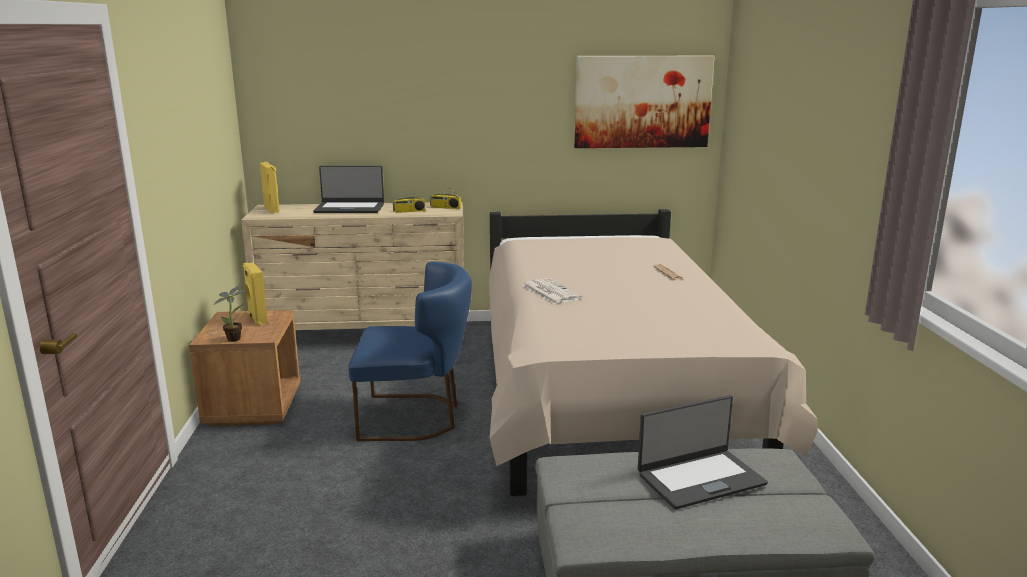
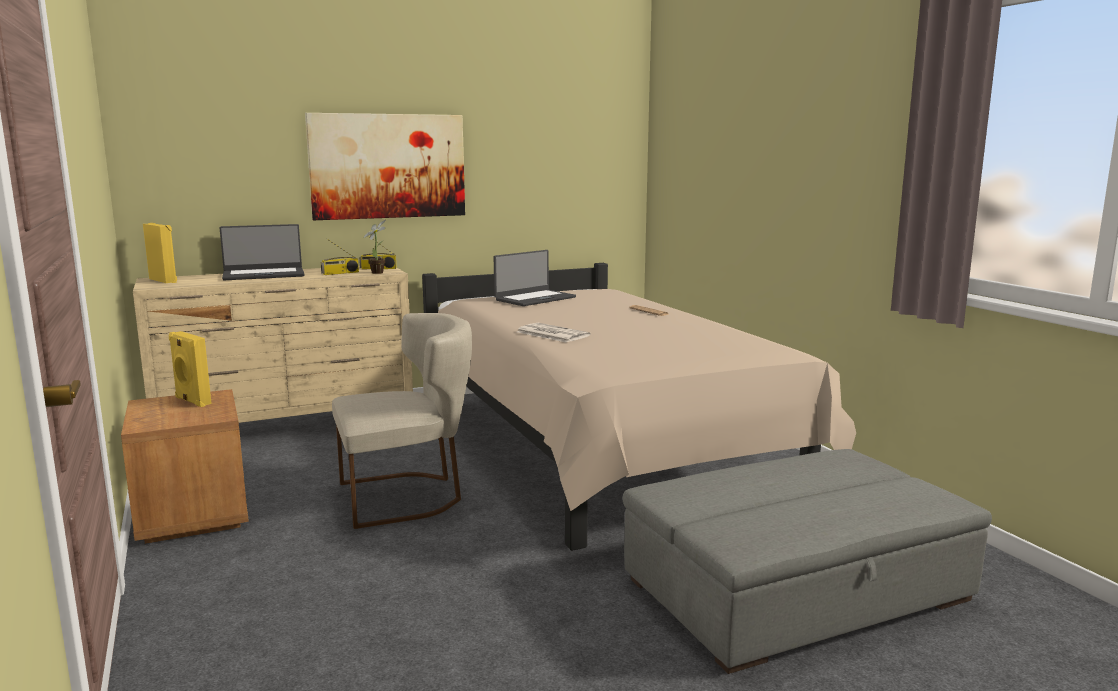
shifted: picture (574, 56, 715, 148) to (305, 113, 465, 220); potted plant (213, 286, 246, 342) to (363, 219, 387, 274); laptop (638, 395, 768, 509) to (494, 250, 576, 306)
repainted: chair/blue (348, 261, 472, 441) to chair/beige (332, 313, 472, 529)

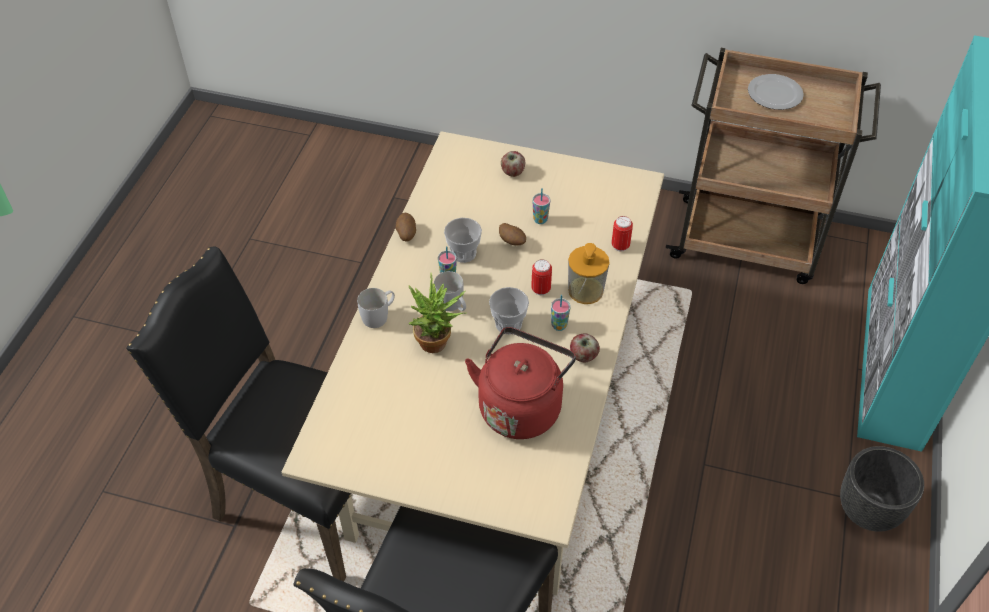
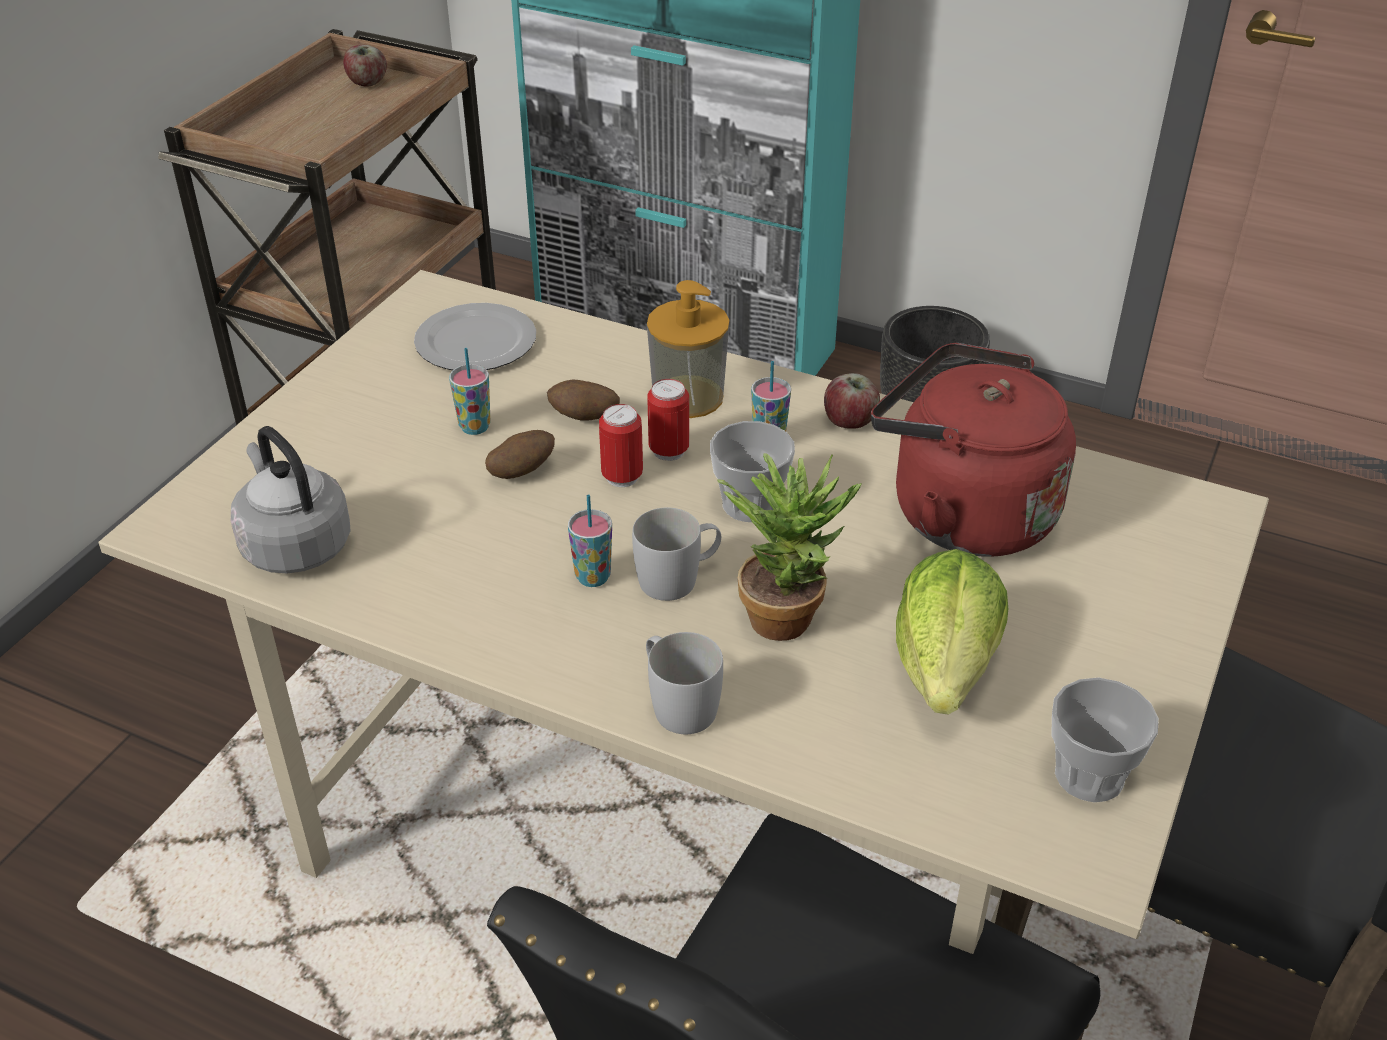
new: kettle/grey (231, 426, 350, 573); lettuce (896, 549, 1008, 715)
shifted: plate (748, 74, 804, 110) to (414, 303, 536, 370); apple (501, 151, 525, 177) to (343, 45, 387, 87); potato (396, 213, 416, 242) to (547, 380, 620, 421); can (611, 216, 633, 252) to (599, 404, 643, 487); cup (444, 218, 482, 263) to (1051, 677, 1159, 803)

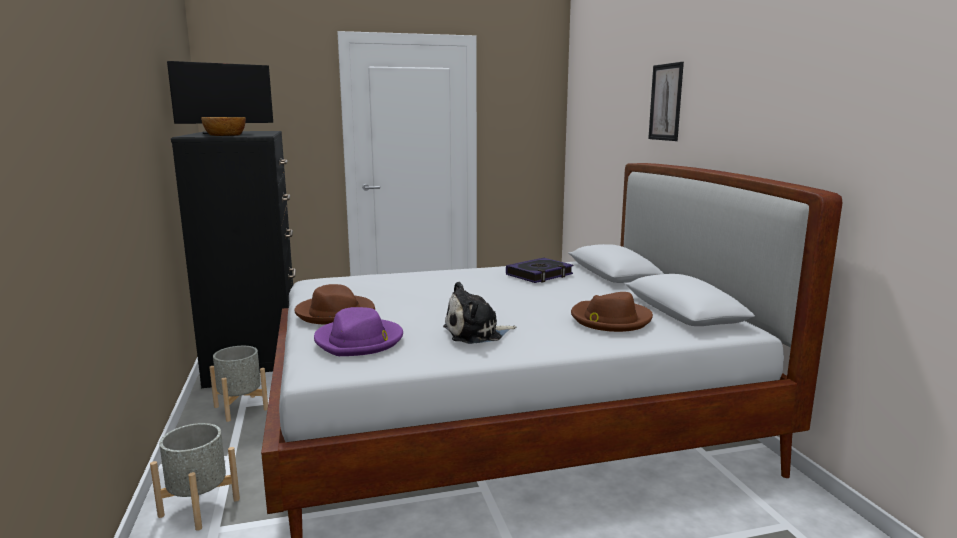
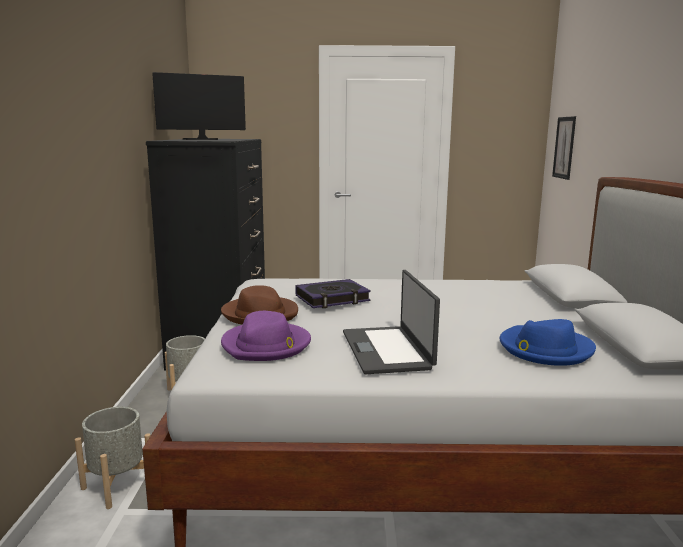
gone: bowl (201, 117, 246, 136)
shifted: picture (648, 62, 684, 141) to (552, 116, 576, 180); book (506, 257, 573, 283) to (295, 279, 371, 308)
swapped: plush toy (443, 281, 516, 344) to laptop (343, 270, 440, 374)
repainted: hat/brown (571, 292, 653, 332) to hat/blue (500, 319, 596, 366)

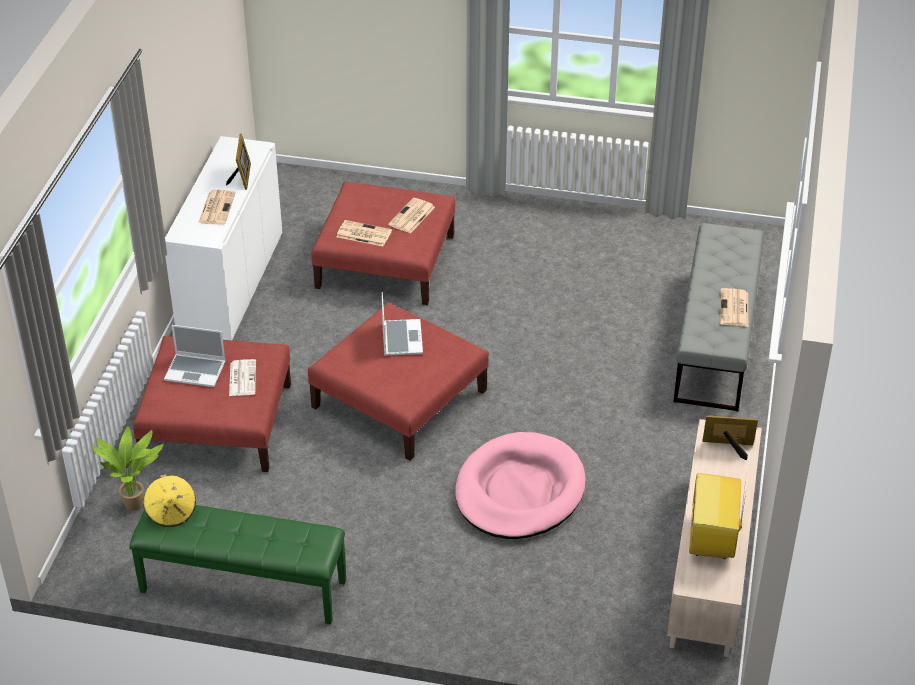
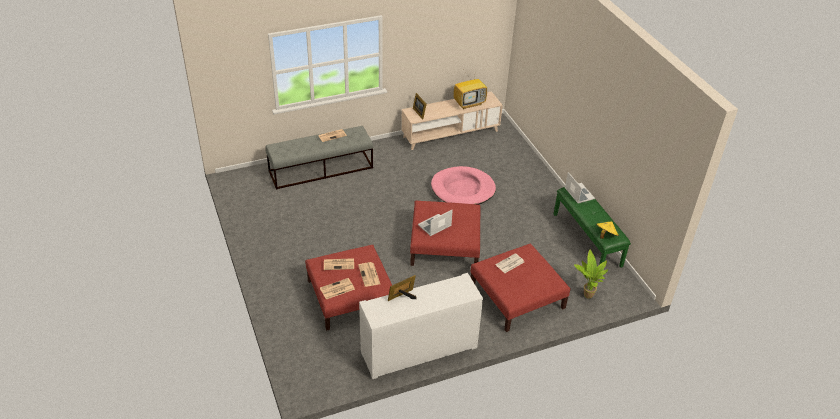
shifted: newspaper (198, 190, 236, 225) to (320, 278, 355, 300); laptop (164, 325, 226, 387) to (565, 172, 595, 203)

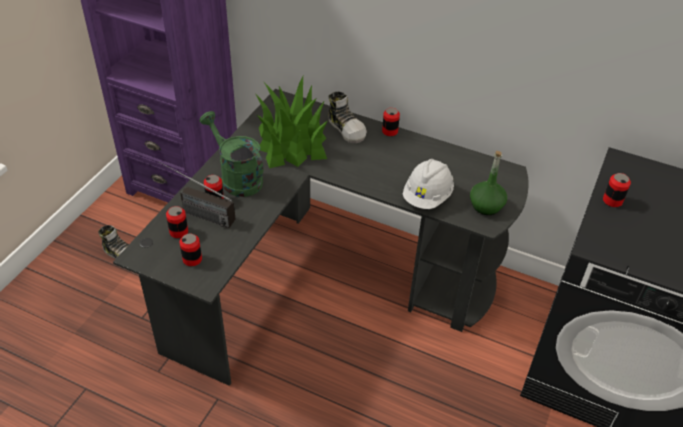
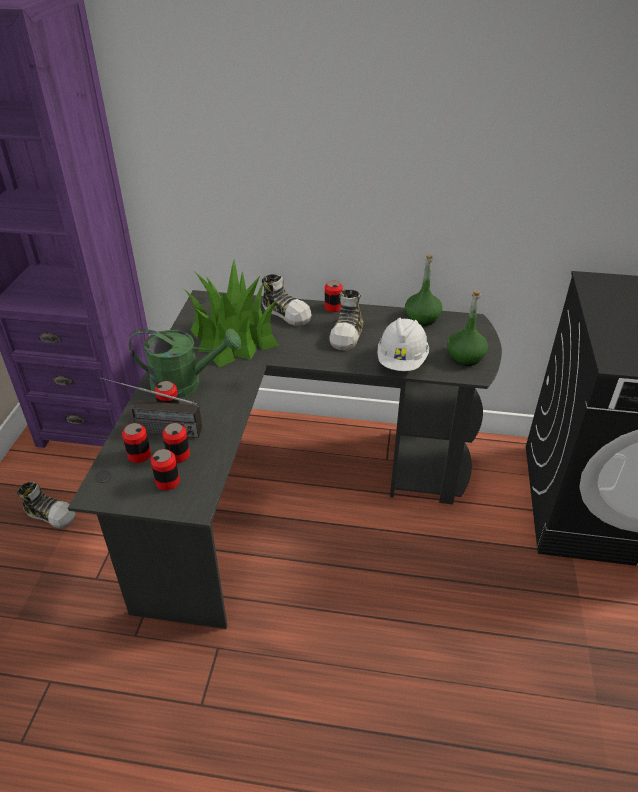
new: bottle/green (405, 255, 442, 326); shoe (329, 290, 363, 350)
shifted: can (603, 173, 631, 207) to (162, 423, 190, 463)
rotated: watering can/green (199, 111, 263, 197) = (129, 328, 241, 398) 150 degrees clockwise

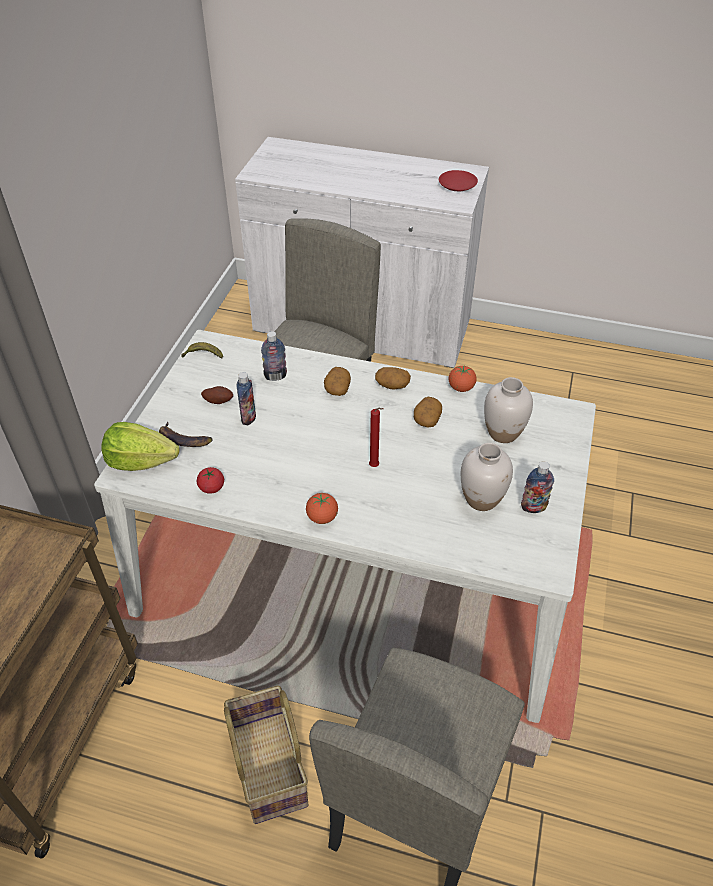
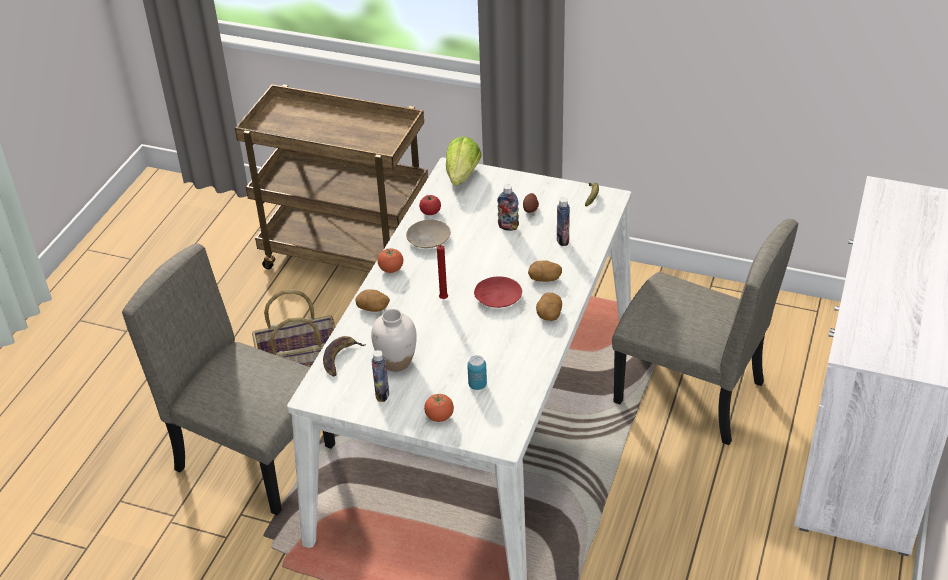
new: plate/beige (406, 220, 451, 248)
shifted: plate/red (439, 170, 478, 191) to (474, 276, 522, 308); tomato (449, 365, 476, 392) to (424, 394, 454, 422); potato (414, 397, 442, 427) to (355, 289, 390, 312); banana (159, 421, 213, 447) to (323, 336, 366, 377)
swapped: vase/white (484, 377, 533, 443) to can (467, 355, 487, 390)

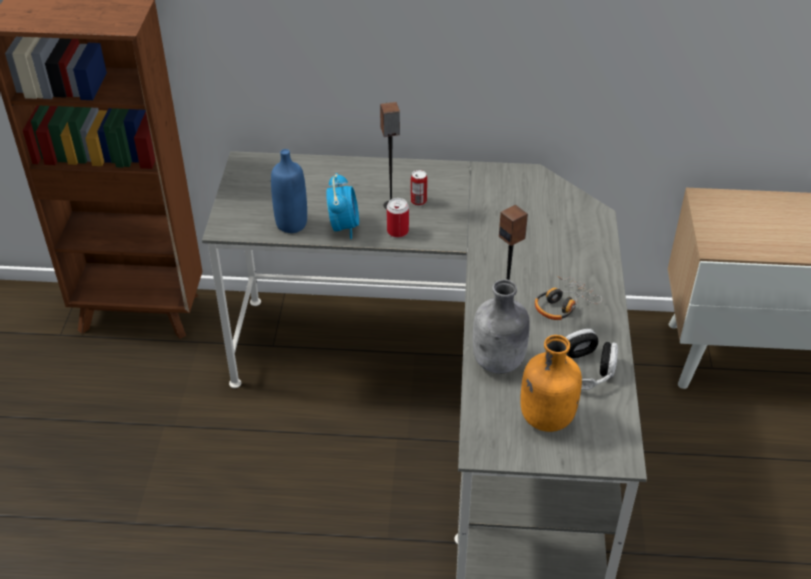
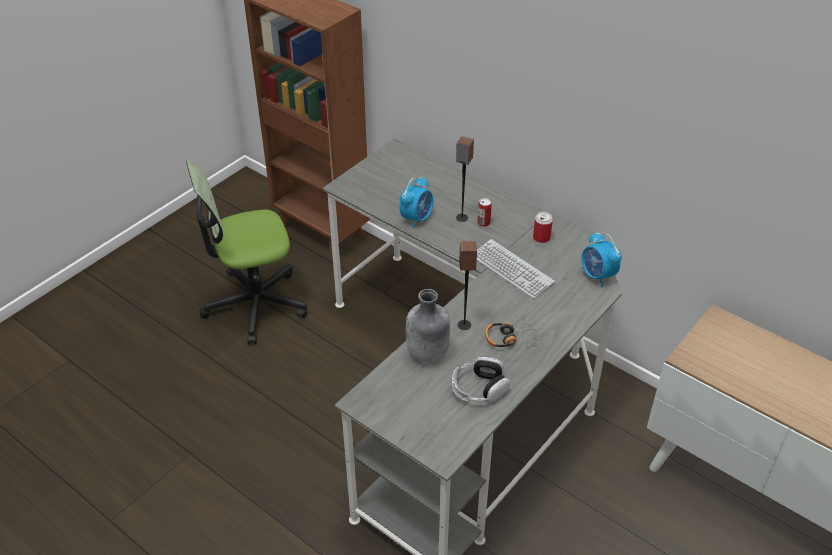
gone: bottle/blue (271, 149, 307, 233); bottle/orange (520, 335, 582, 432)
new: office chair (186, 160, 307, 344); alarm clock (582, 232, 622, 287); keyboard (477, 239, 555, 299)
shifted: can (387, 198, 409, 238) to (533, 212, 553, 243)

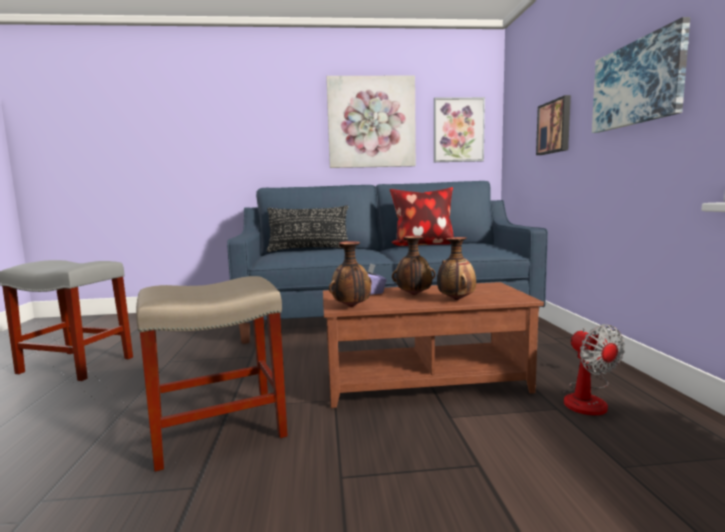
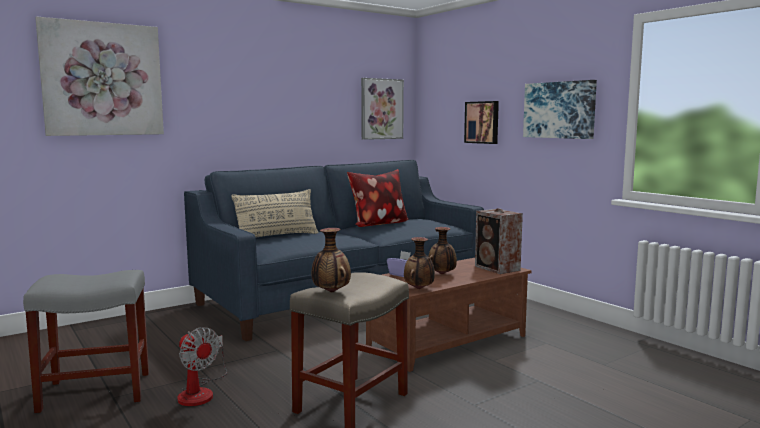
new: speaker (475, 208, 523, 274)
shifted: picture (326, 76, 416, 168) to (35, 16, 164, 136); vase (437, 237, 476, 300) to (311, 228, 351, 292); fan (563, 324, 625, 416) to (177, 327, 227, 406)
repainted: pillow/black (267, 205, 348, 252) to pillow/beige (232, 189, 318, 238)

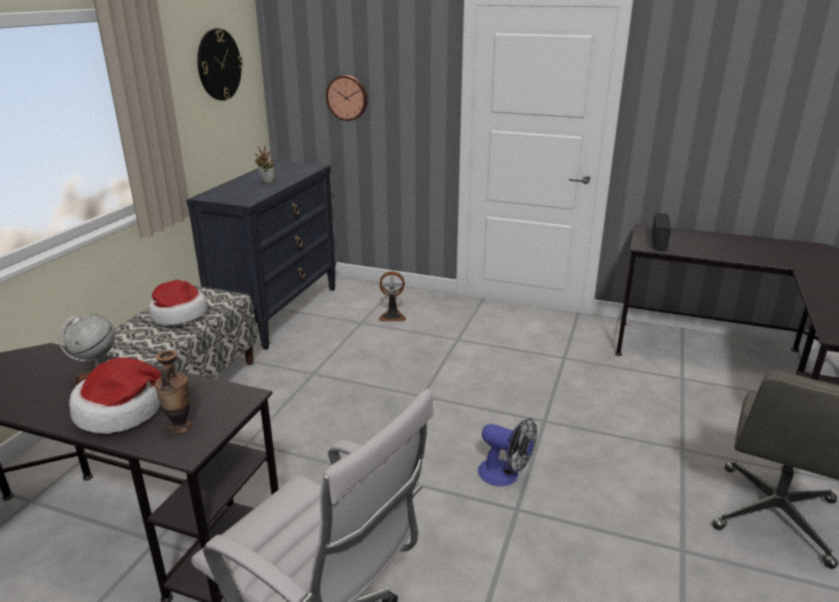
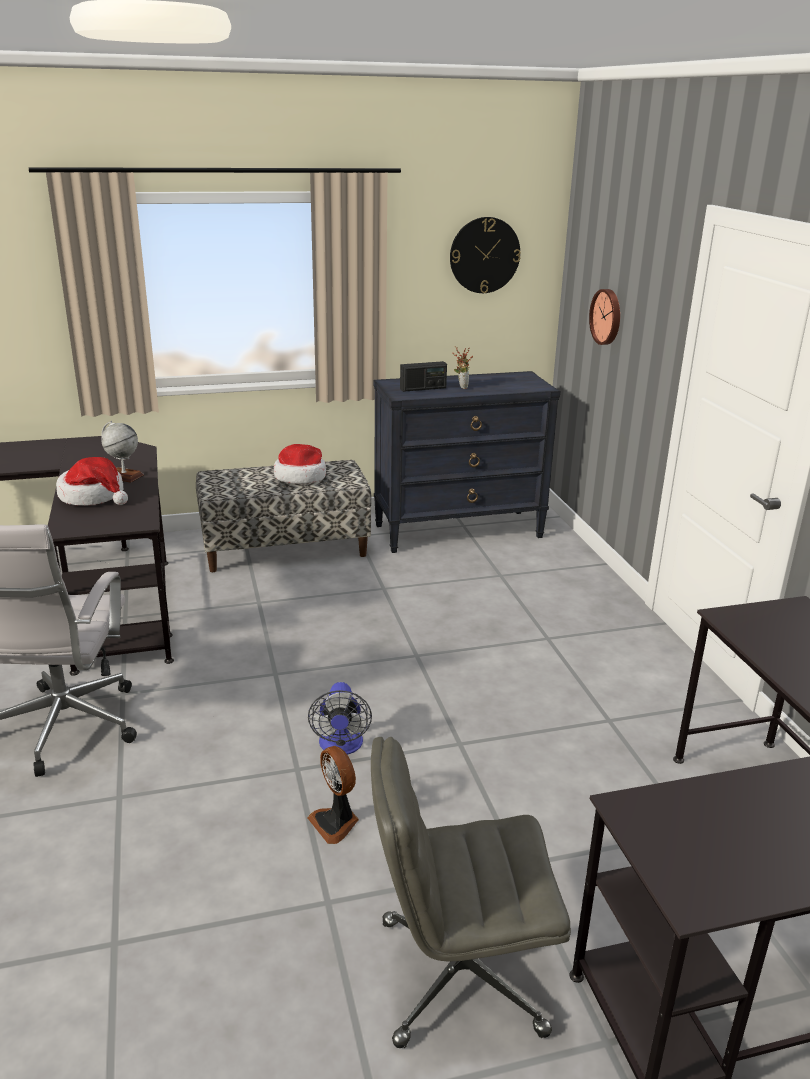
gone: vase (155, 350, 192, 434)
shifted: radio (652, 213, 671, 252) to (400, 361, 447, 392); fan (379, 271, 406, 321) to (307, 746, 359, 844)

